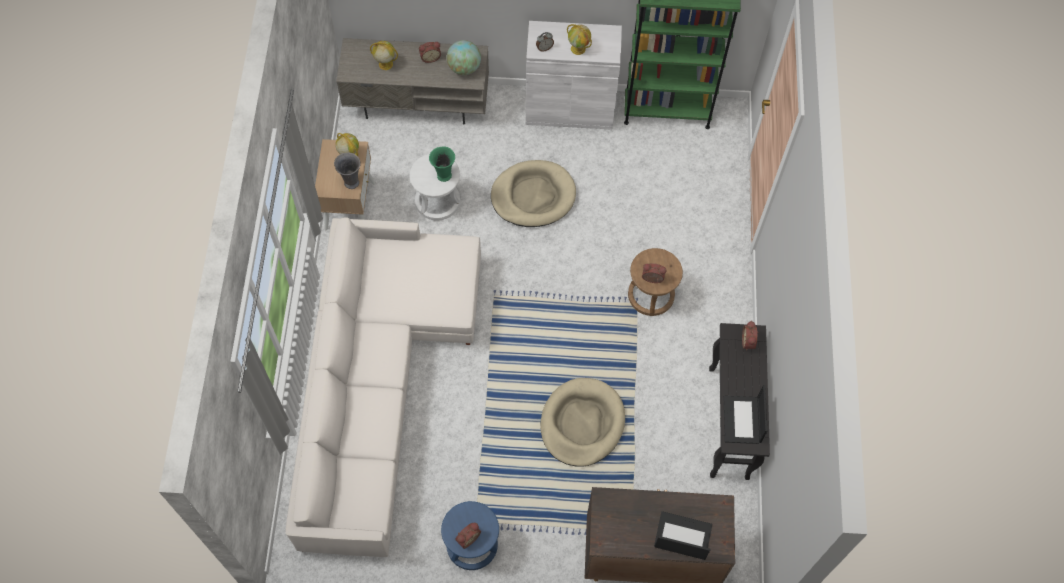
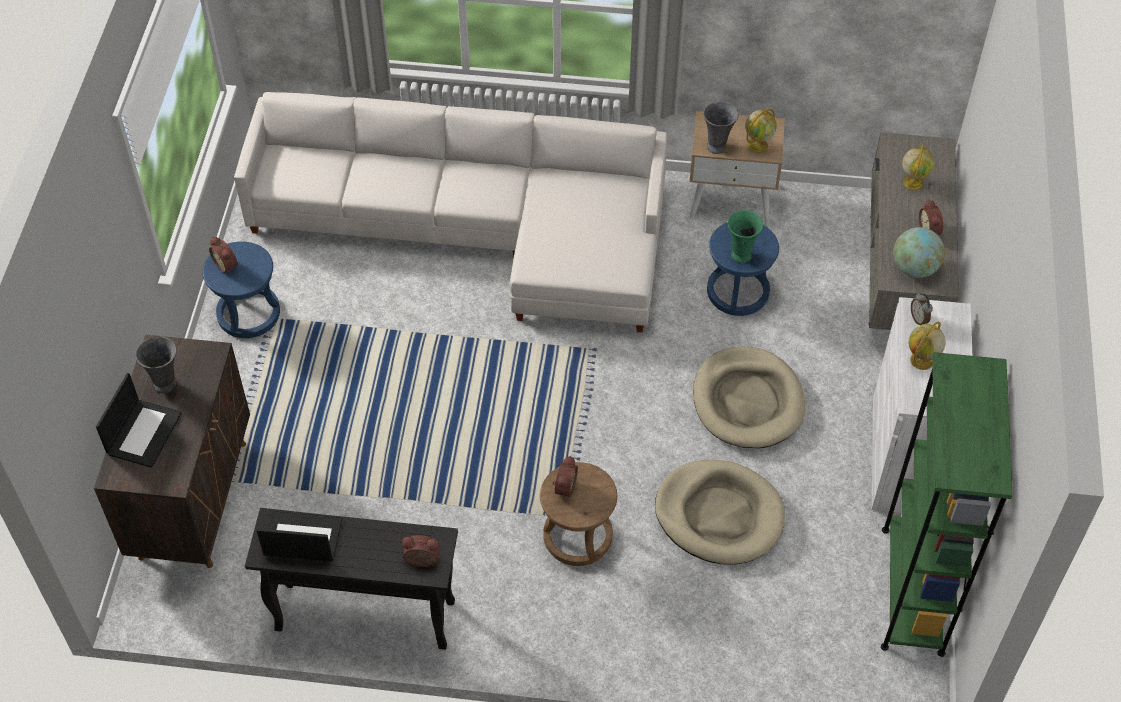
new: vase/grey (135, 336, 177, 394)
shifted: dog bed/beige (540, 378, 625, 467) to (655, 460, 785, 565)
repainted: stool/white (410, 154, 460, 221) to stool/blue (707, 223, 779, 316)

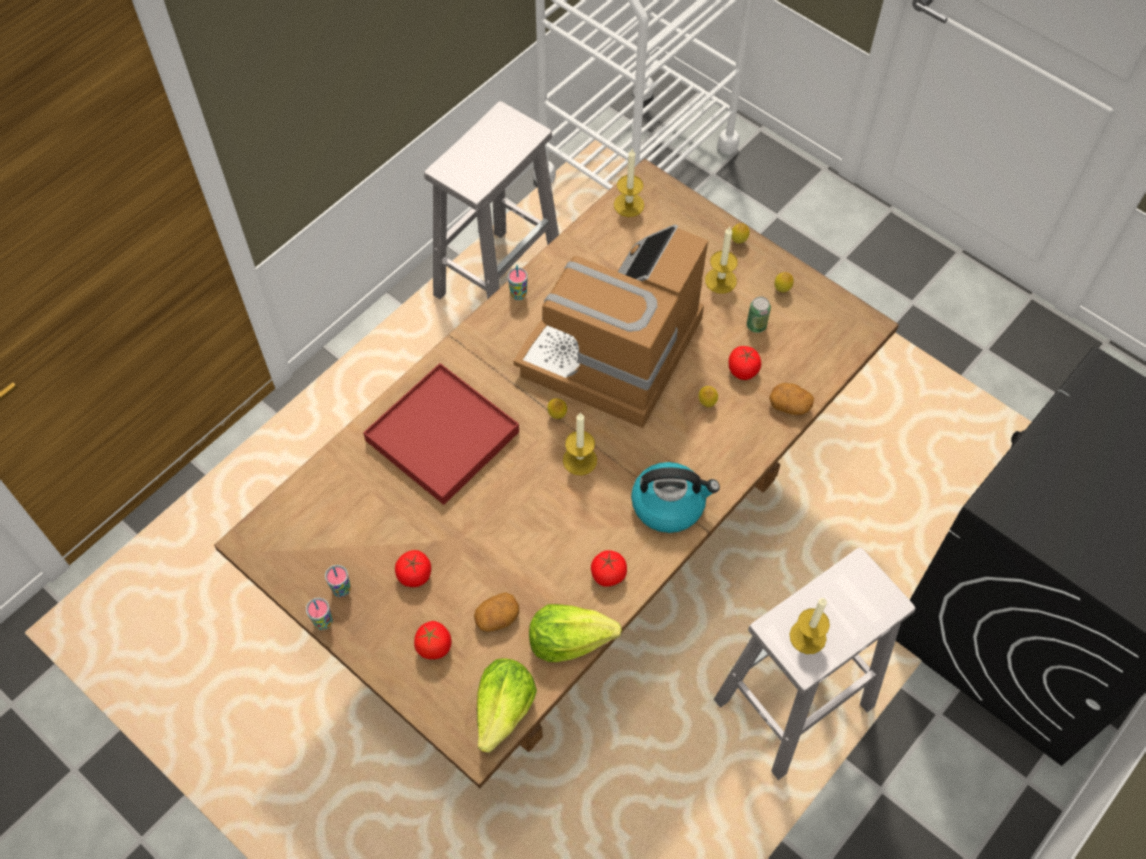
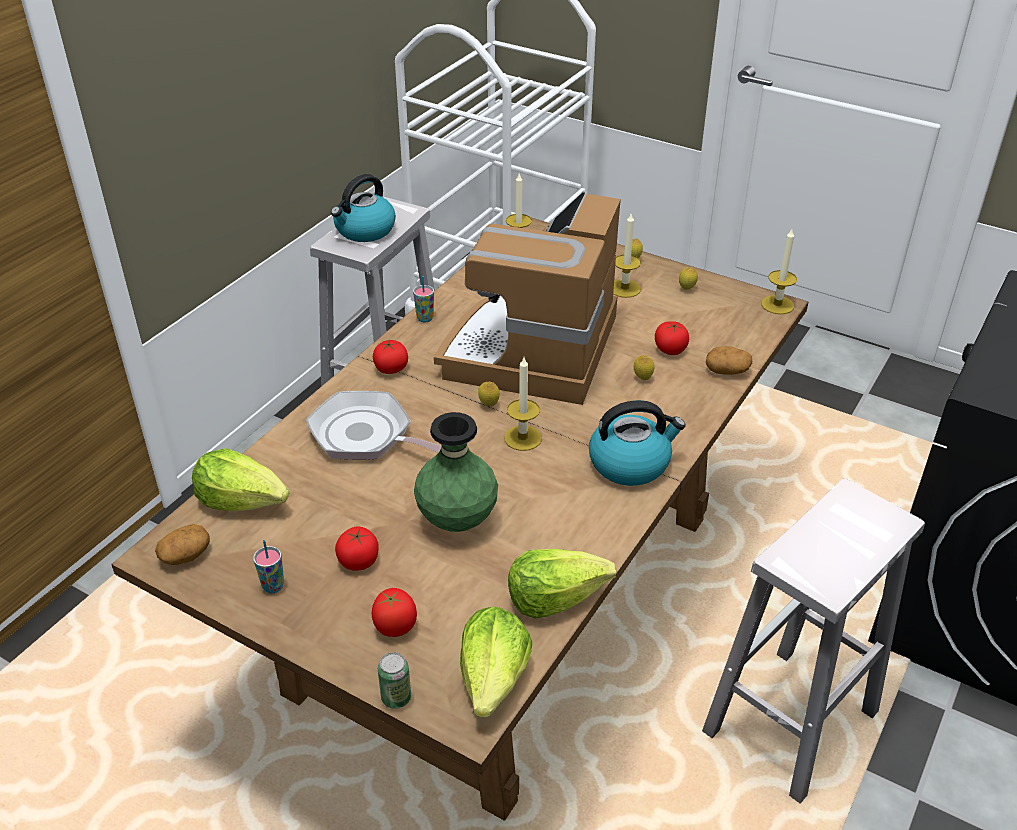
gone: cup (306, 598, 332, 630)
new: kettle (331, 174, 396, 242); vase/green (414, 412, 498, 532); lettuce (192, 448, 289, 511)
shifted: can (747, 297, 771, 333) to (378, 652, 411, 709); tomato (591, 550, 627, 587) to (373, 340, 408, 374); potato (474, 592, 519, 632) to (155, 524, 210, 565); candle (790, 598, 830, 654) to (761, 229, 797, 314)
swapped: tray/red (363, 363, 519, 505) to frying pan (306, 391, 441, 460)

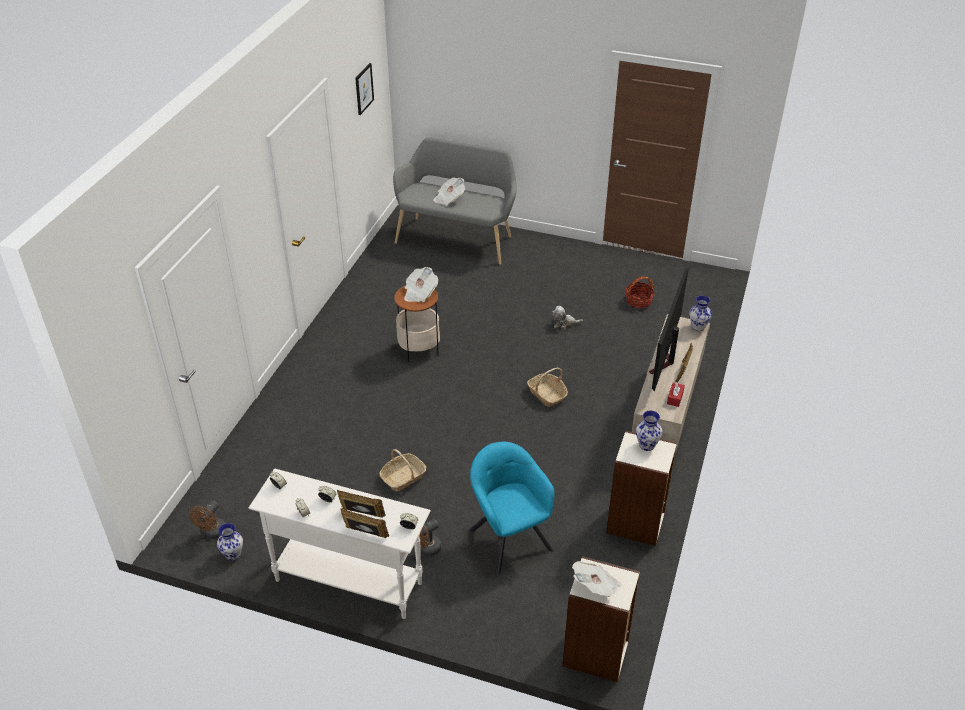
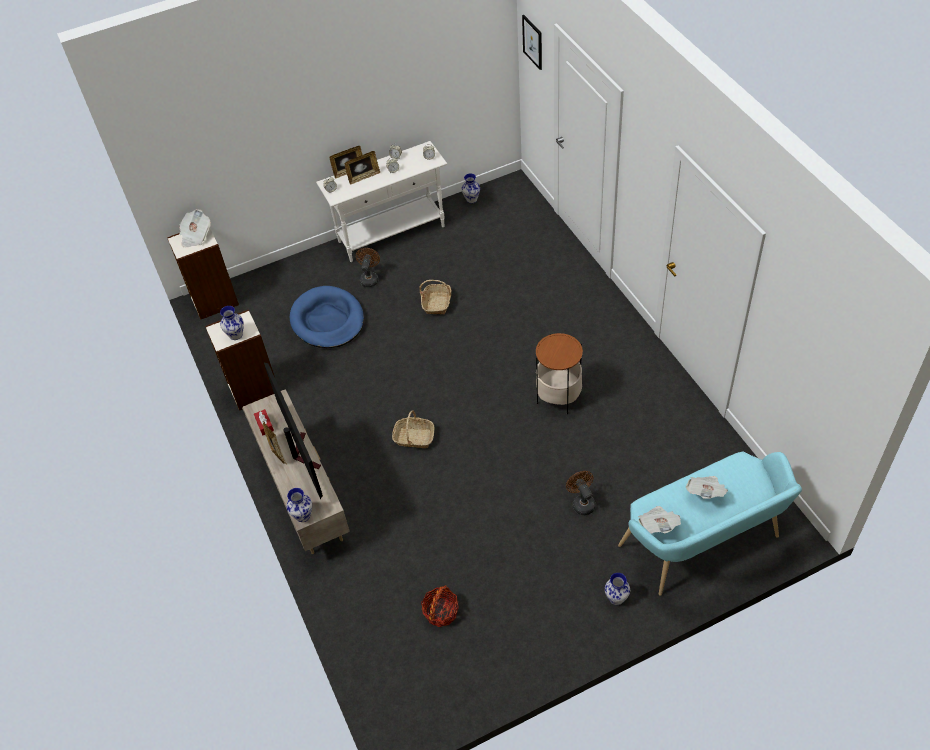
gone: plush toy (552, 306, 583, 330)
new: vase (605, 573, 630, 605)
shifted: picture (355, 63, 374, 115) to (522, 15, 542, 70); newspaper (404, 267, 438, 302) to (638, 506, 681, 534); fan/brown (189, 501, 226, 539) to (566, 471, 596, 515)
swapped: armchair/turquoise (469, 442, 555, 575) to dog bed/blue (290, 286, 364, 348)
repainted: bench/grey (393, 137, 517, 265) to bench/turquoise (618, 451, 802, 596)

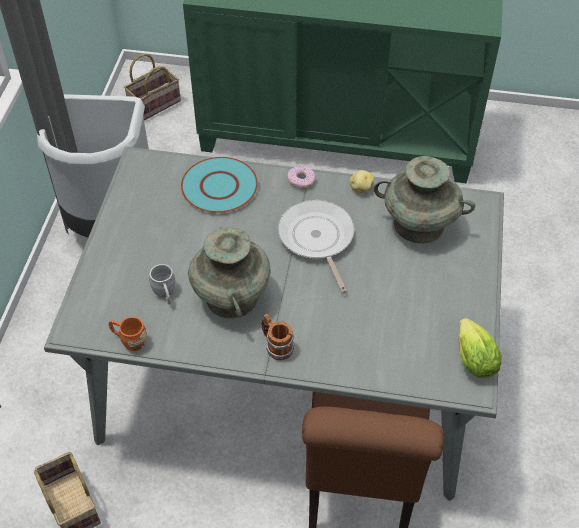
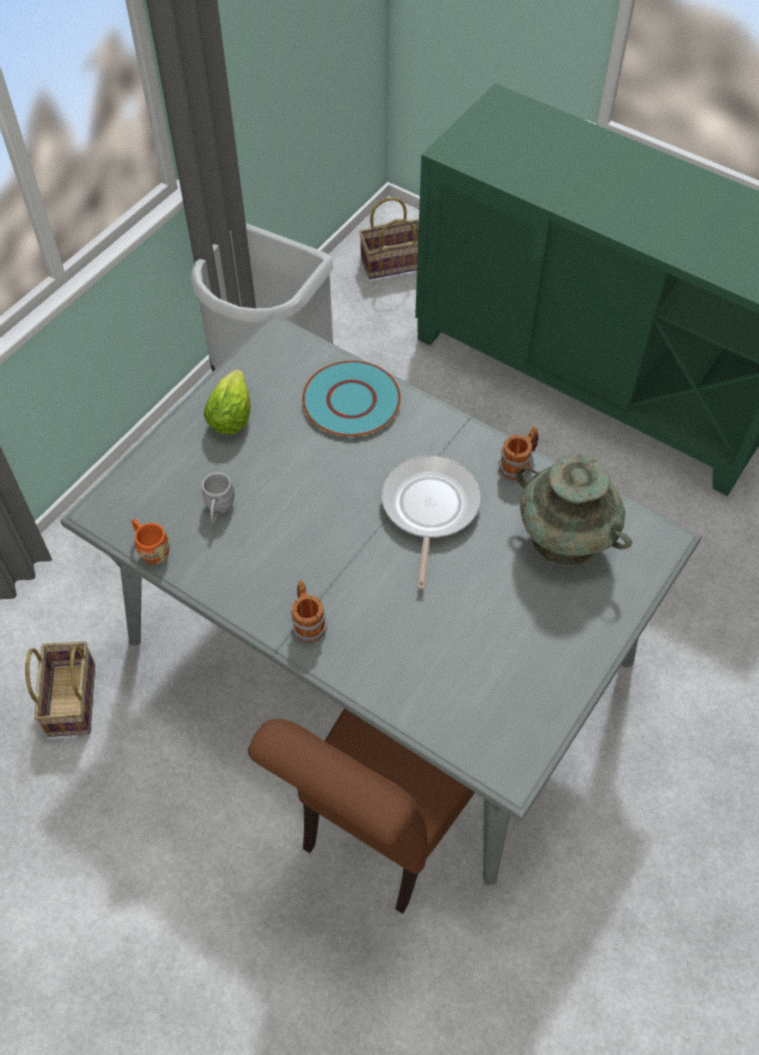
gone: donut (287, 166, 316, 189); vase/turquoise (188, 227, 271, 319)
shifted: lettuce (458, 318, 502, 378) to (204, 370, 251, 435)
swapped: potato (349, 170, 374, 193) to mug (498, 427, 538, 480)

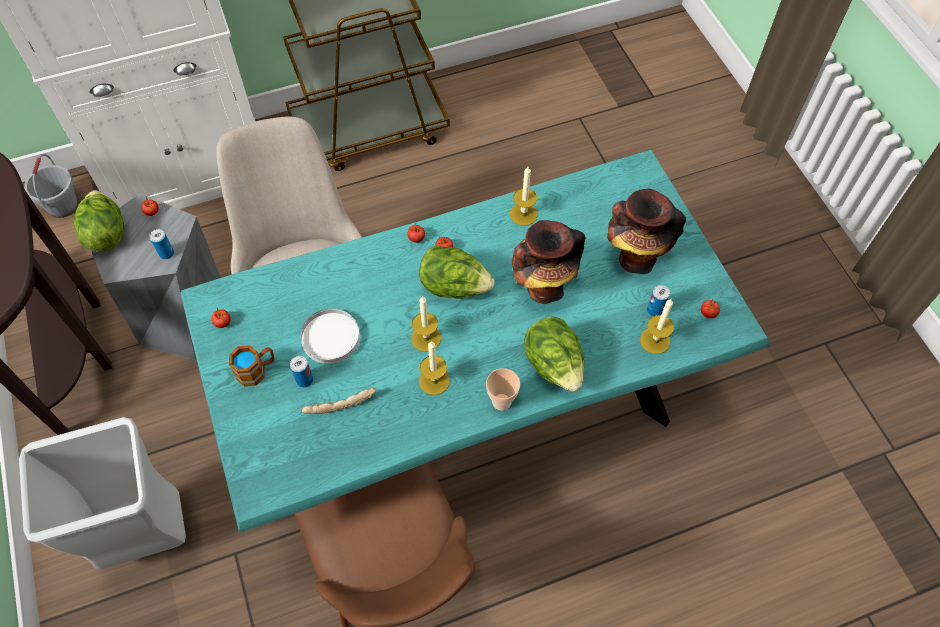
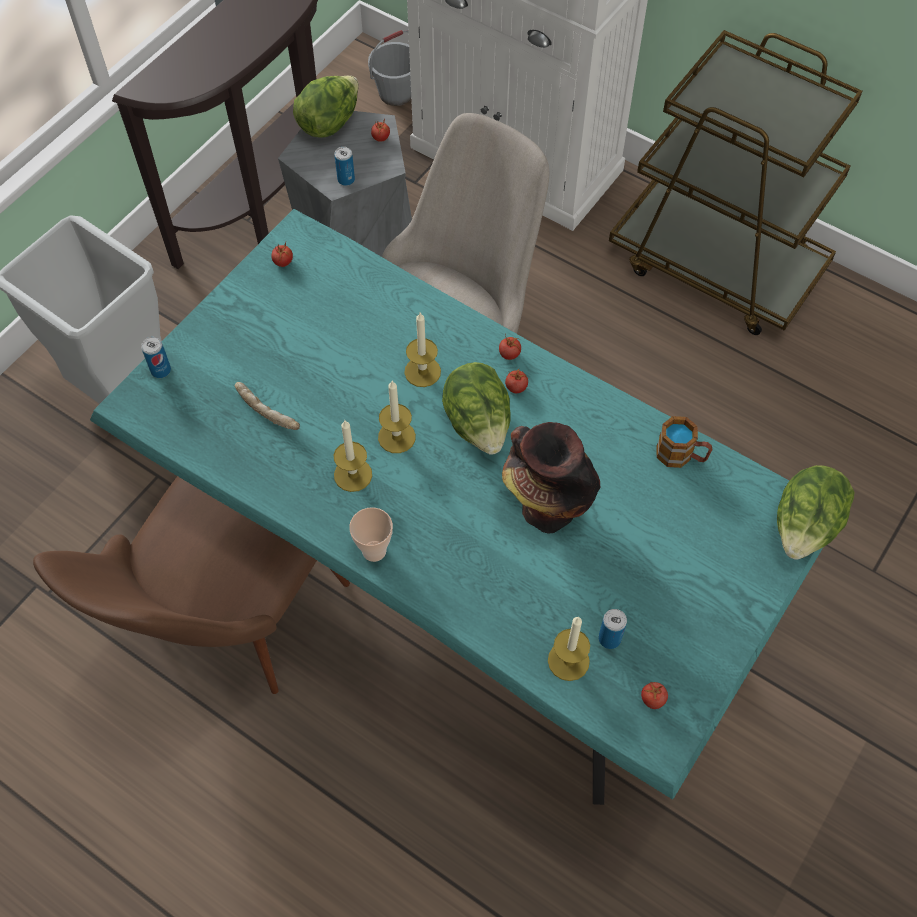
gone: vase (607, 189, 686, 274); plate/white (300, 309, 360, 364)
shifted: candle (510, 167, 538, 226) to (404, 313, 441, 387); lettuce (524, 316, 584, 392) to (777, 465, 855, 560); mug (229, 345, 275, 387) to (656, 416, 712, 468); can (290, 356, 313, 388) to (141, 337, 171, 378)

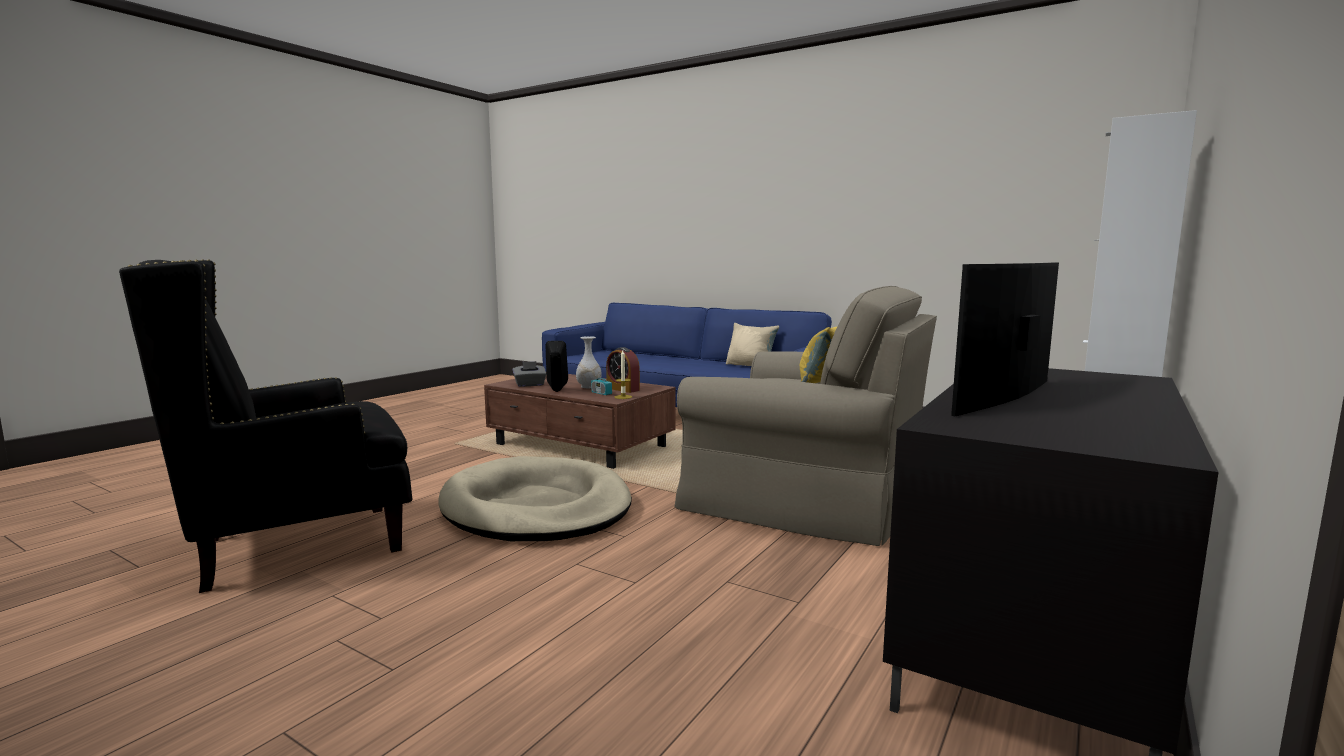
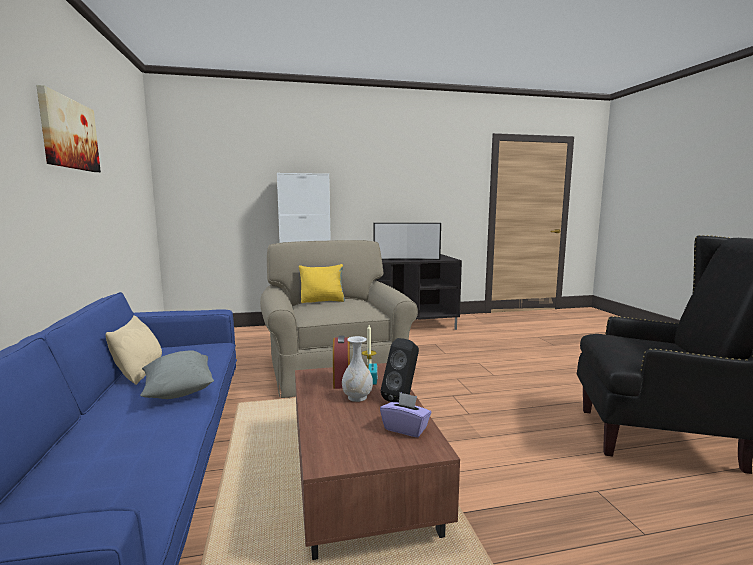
gone: dog bed/beige (438, 456, 632, 541)
new: picture (36, 85, 101, 172); pillow/grey (140, 350, 214, 399)
repainted: tissue box/grey (513, 361, 546, 387) to tissue box/purple (380, 392, 431, 437)

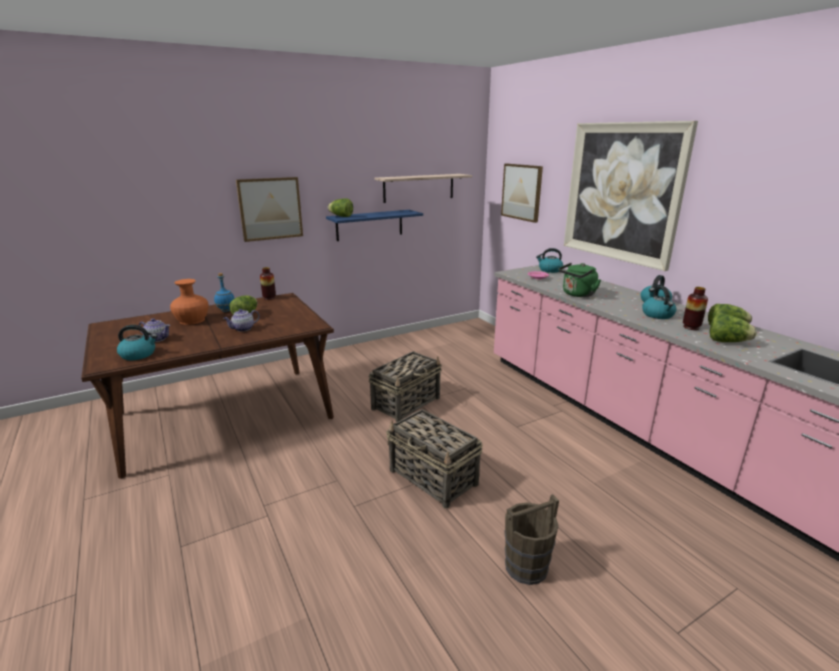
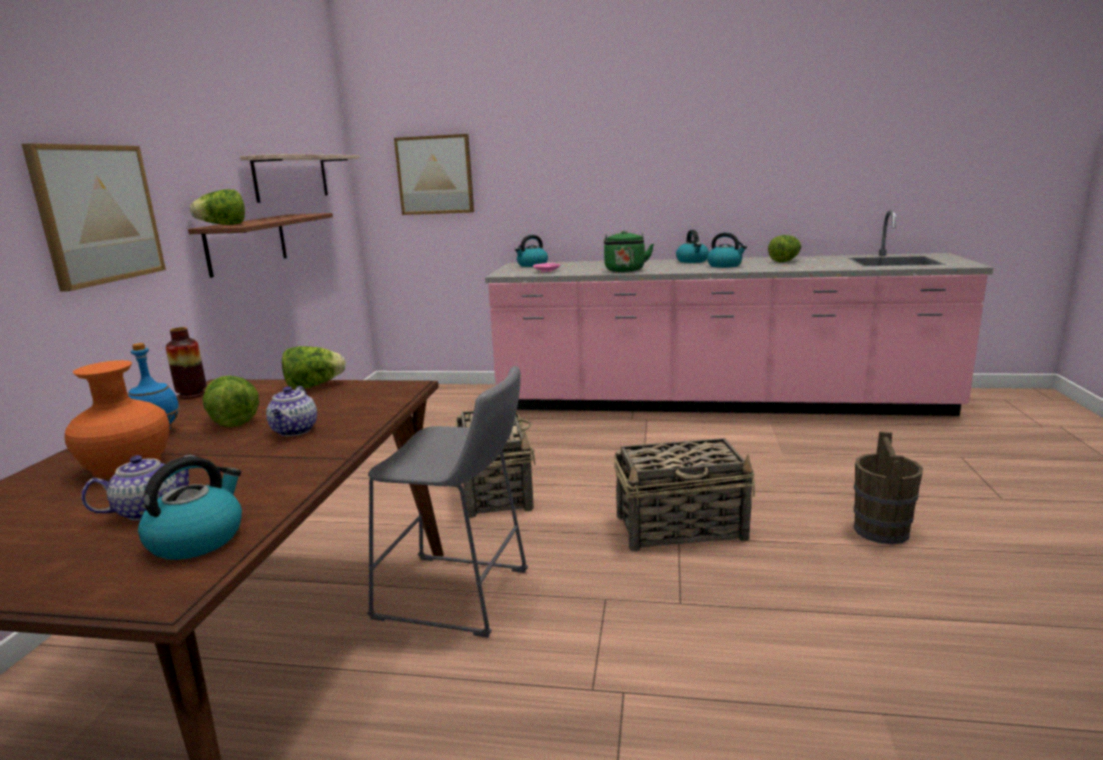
gone: picture (564, 121, 698, 271); vase (683, 287, 708, 330)
new: stool/grey (367, 366, 528, 638)
shifted: lettuce (710, 314, 757, 342) to (282, 346, 346, 389)
repainted: shelf/blue (326, 210, 423, 241) to shelf/brown (188, 213, 333, 278)

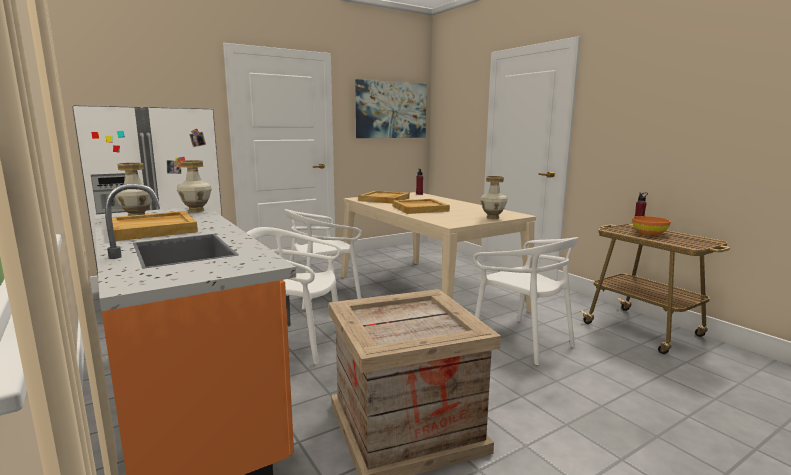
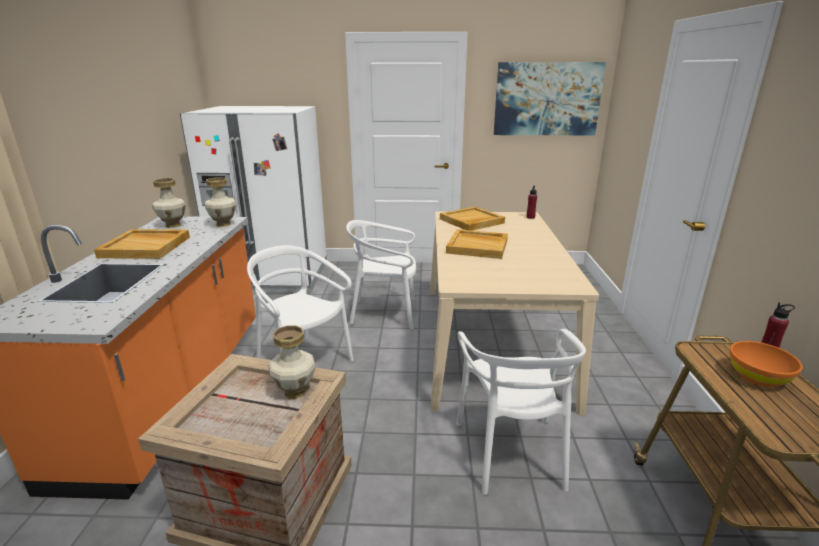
shifted: vase (480, 176, 508, 219) to (269, 325, 316, 399)

